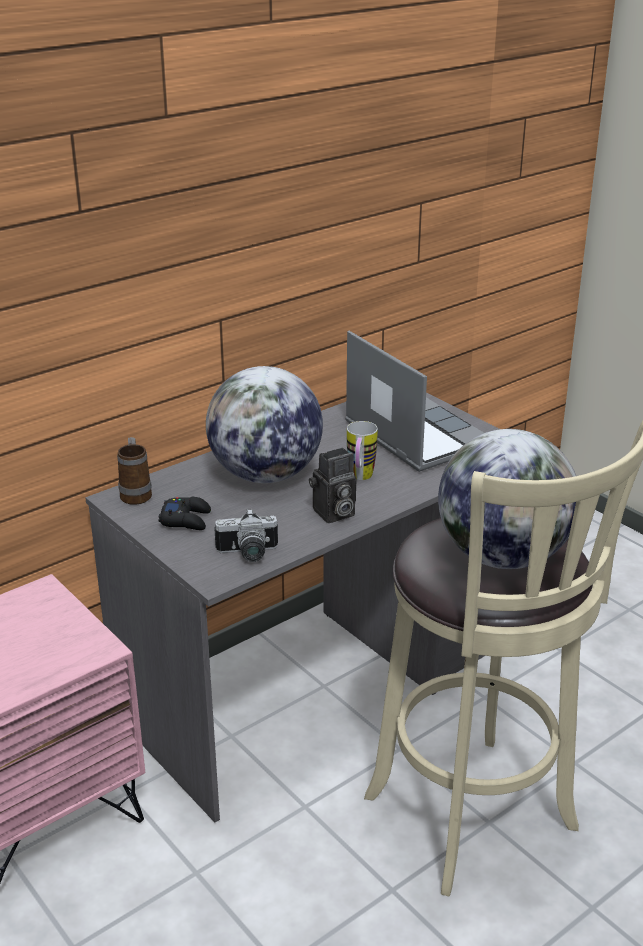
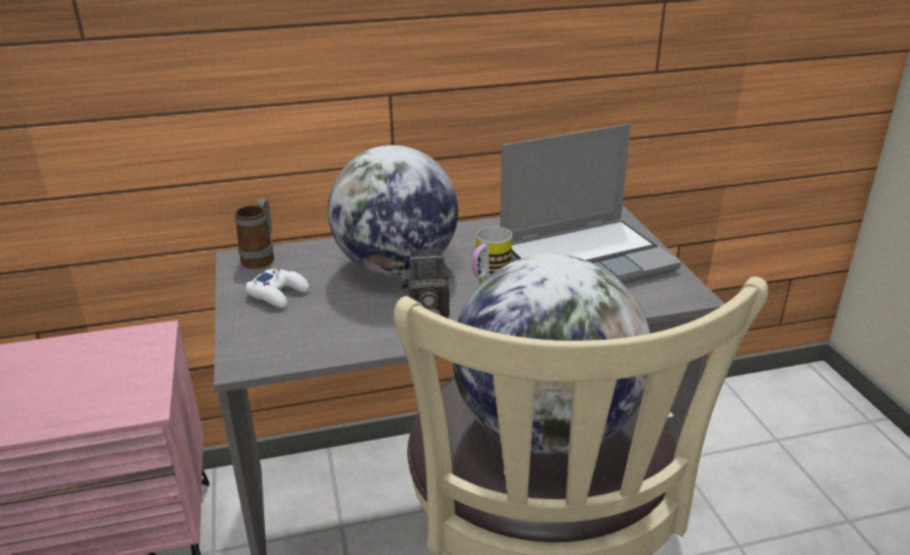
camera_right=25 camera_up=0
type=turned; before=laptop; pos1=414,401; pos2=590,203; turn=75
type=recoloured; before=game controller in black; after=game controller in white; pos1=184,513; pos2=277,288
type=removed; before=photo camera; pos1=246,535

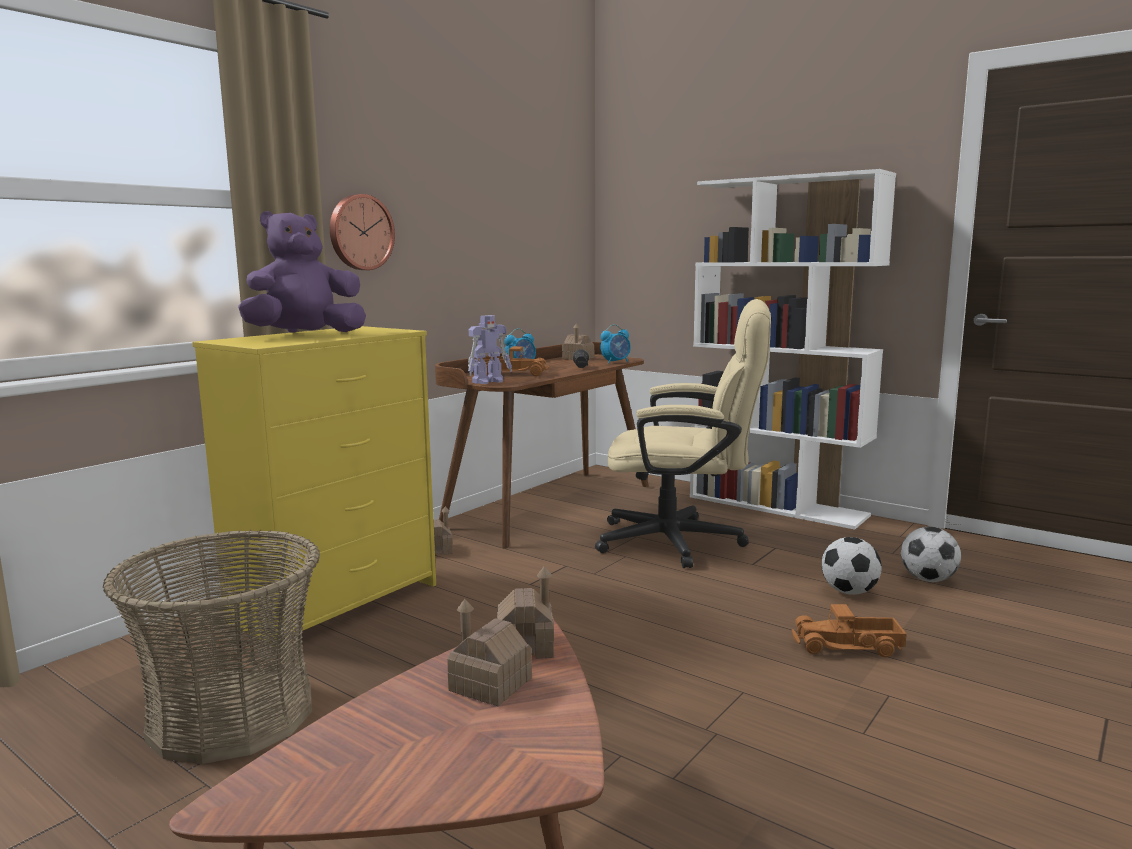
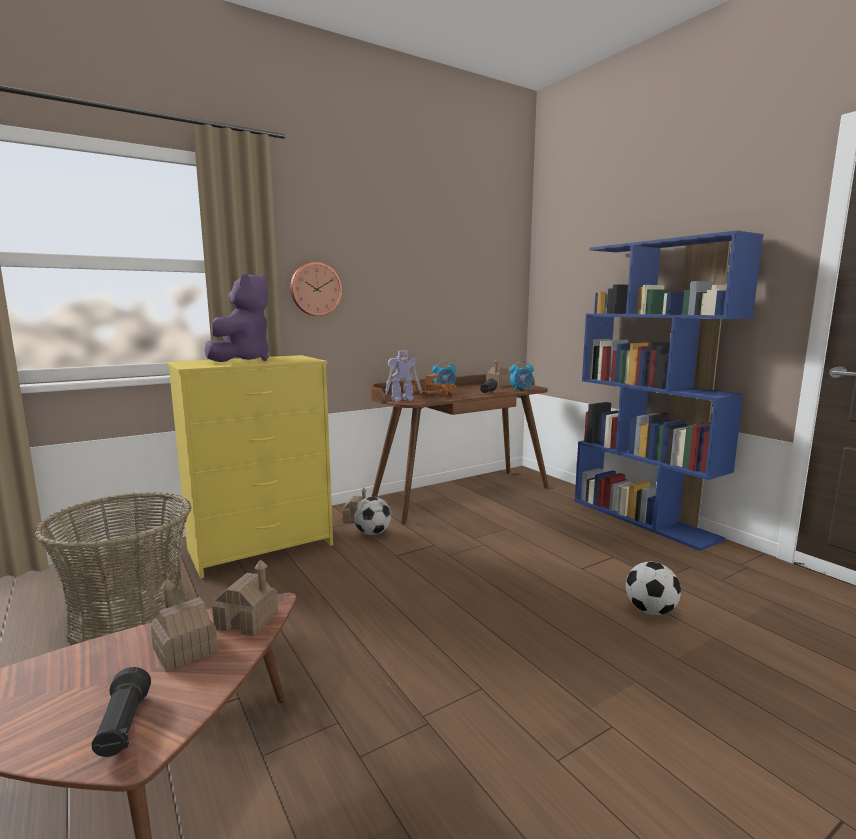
camera_right=20 camera_up=0
type=recoloured; before=bookcase in white; after=bookcase in blue; pos1=793,349; pos2=669,390
type=turned; before=plush toy in purple; pos1=302,272; pos2=236,318; turn=120
type=removed; before=office chair in beige; pos1=683,433
type=moved; before=football; pos1=931,554; pos2=372,516
type=removed; before=toy truck; pos1=849,630
type=added; after=flashlight in black; pos2=121,712

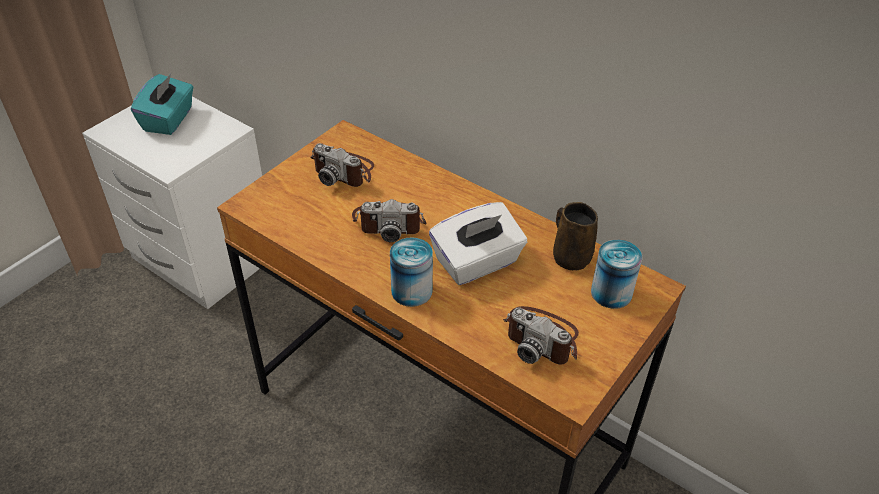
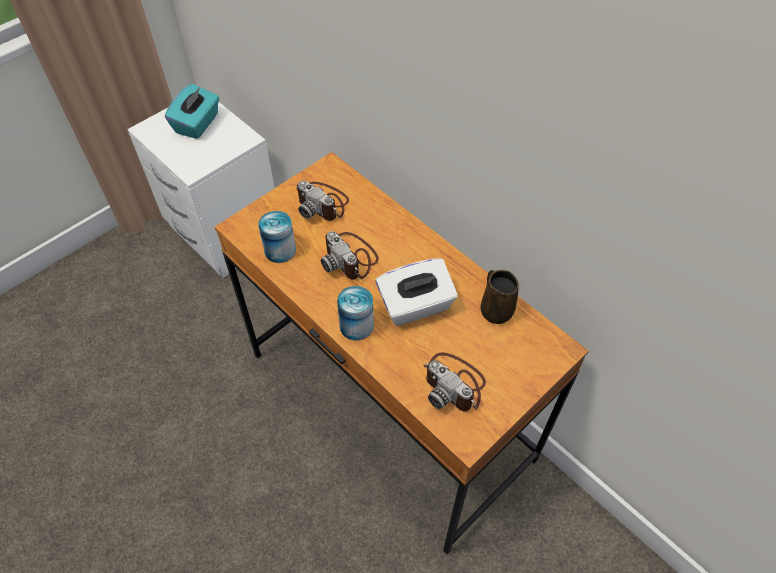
camera_right=10 camera_up=10
type=turned; before=photo camera; pos1=389,220; pos2=350,255; turn=45
type=moved; before=can; pos1=616,274; pos2=277,237

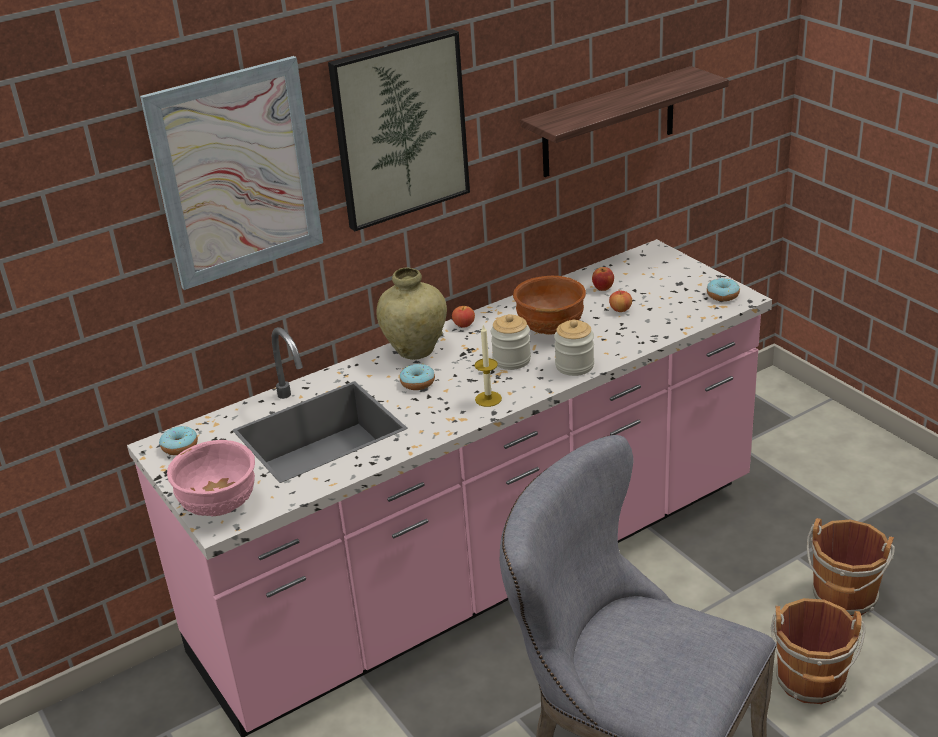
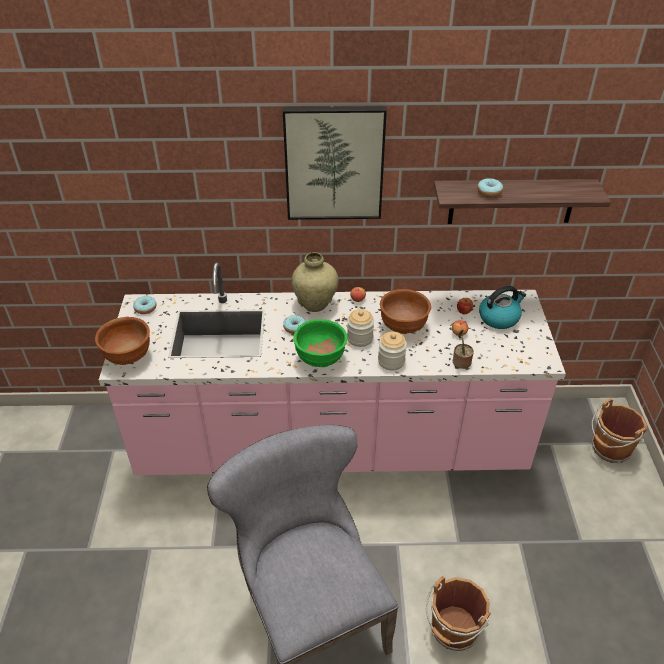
camera_right=30 camera_up=10
type=removed; before=picture; pos1=231,173
type=moved; before=donut; pos1=723,289; pos2=490,187
type=replaced; before=candle; after=bowl in green; pos1=488,365; pos2=320,343
type=recoloured; before=bowl in pink; after=bowl in brown; pos1=211,478; pos2=122,341
type=moved; before=bucket in brown; pos1=851,567; pos2=619,430
type=added; after=kettle; pos2=502,307
type=added; after=potted plant; pos2=463,349

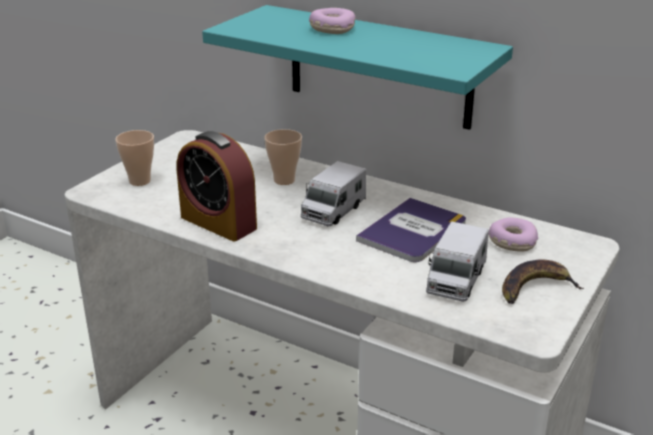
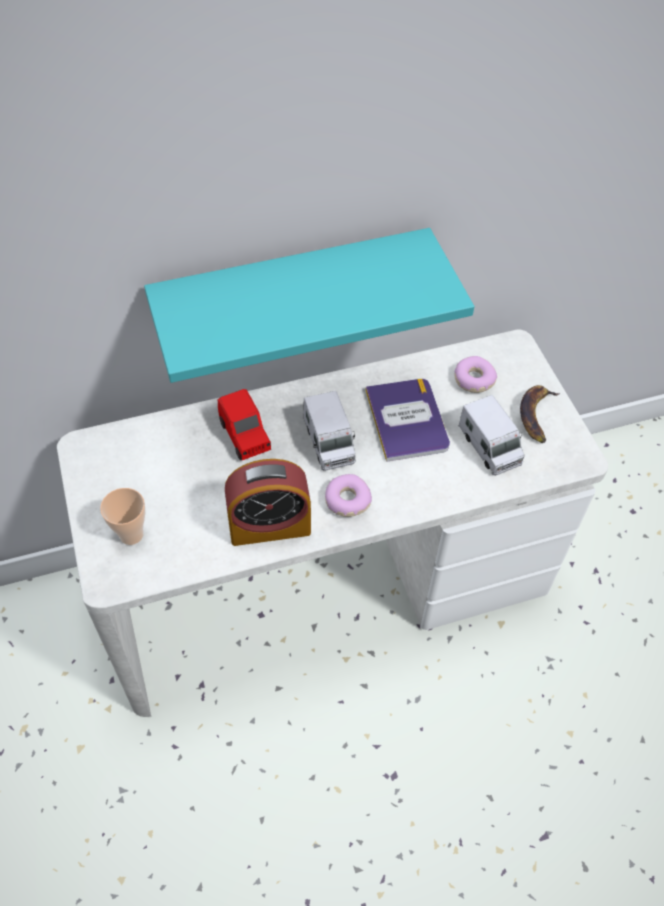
camera_right=-50 camera_up=25
type=moved; before=donut; pos1=332,21; pos2=348,495
type=replaced; before=cup; after=toy car in red; pos1=283,157; pos2=244,424

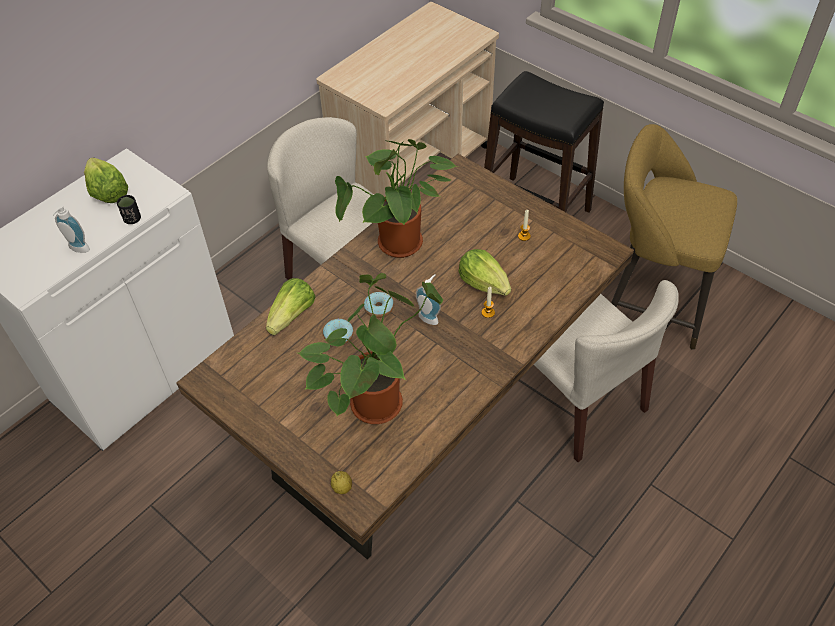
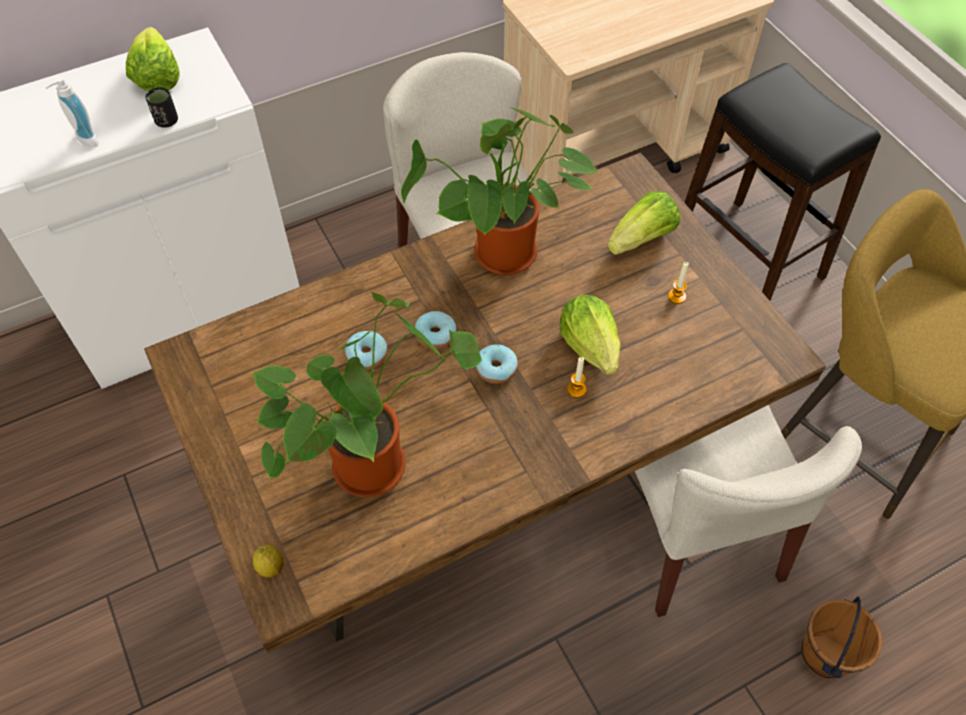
camera_right=20 camera_up=5
type=replaced; before=soap dispenser; after=donut; pos1=428,299; pos2=496,364
type=moved; before=lettuce; pos1=290,306; pos2=644,223
type=added; after=bucket in brown; pos2=841,637

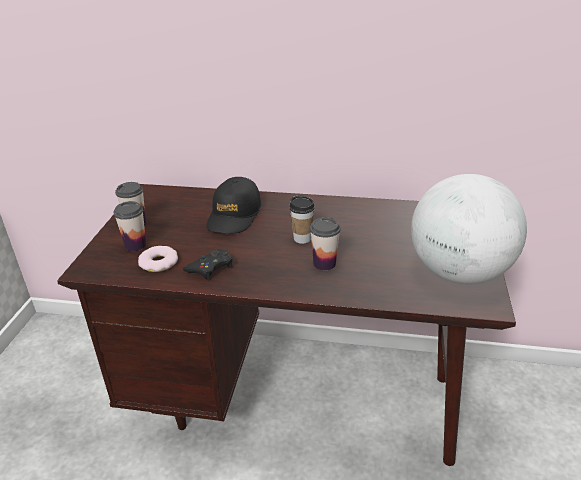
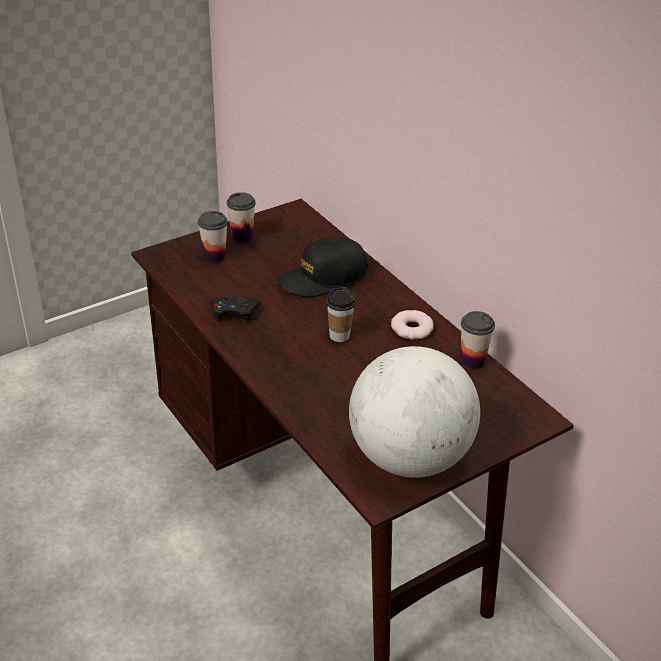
camera_right=45 camera_up=5
type=moved; before=cup; pos1=325,244; pos2=477,340
type=moved; before=donut; pos1=158,259; pos2=412,325

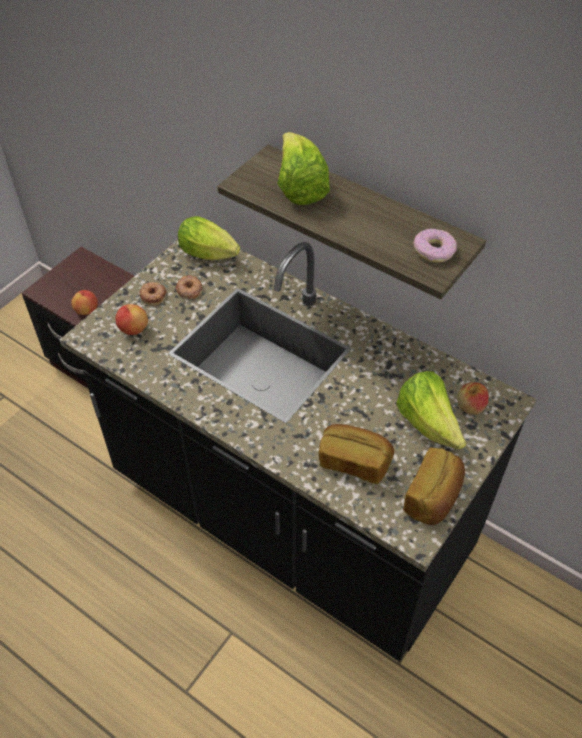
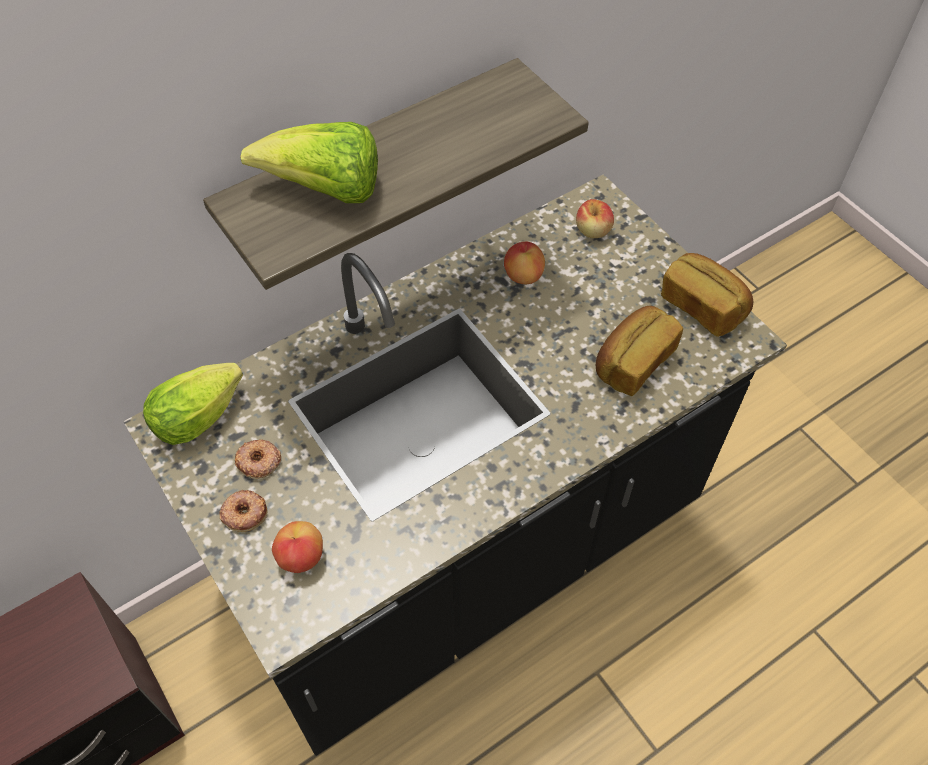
camera_right=-70 camera_up=5
type=removed; before=donut; pos1=435,245
type=moved; before=apple; pos1=84,302; pos2=524,263
type=removed; before=lettuce; pos1=431,410

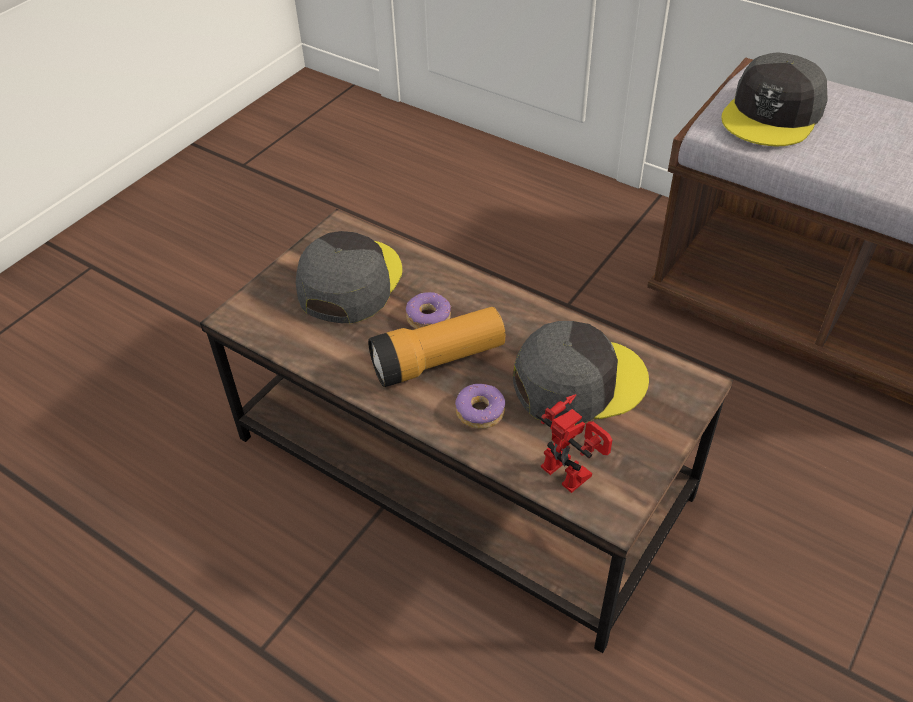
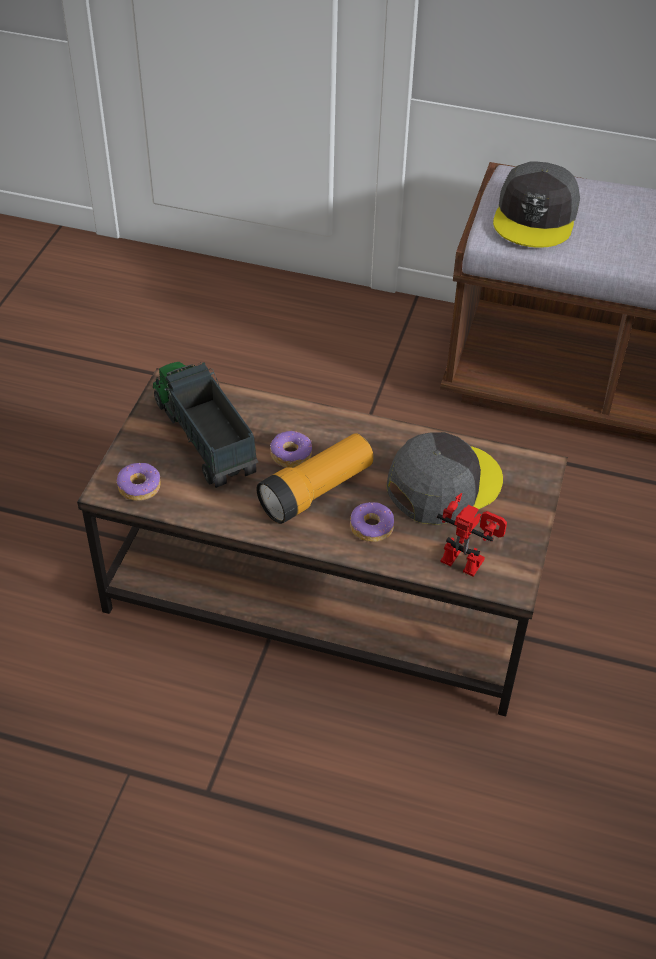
camera_right=-20 camera_up=0
type=replaced; before=cap in grey; after=toy truck; pos1=349,277; pos2=205,425
type=added; after=donut; pos2=139,482

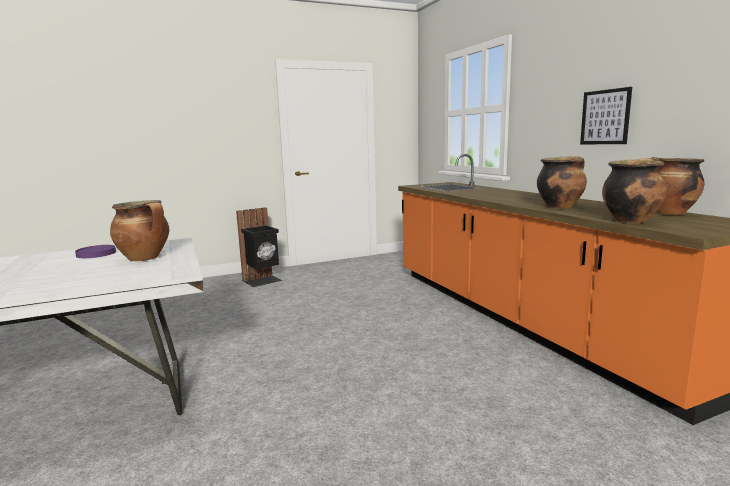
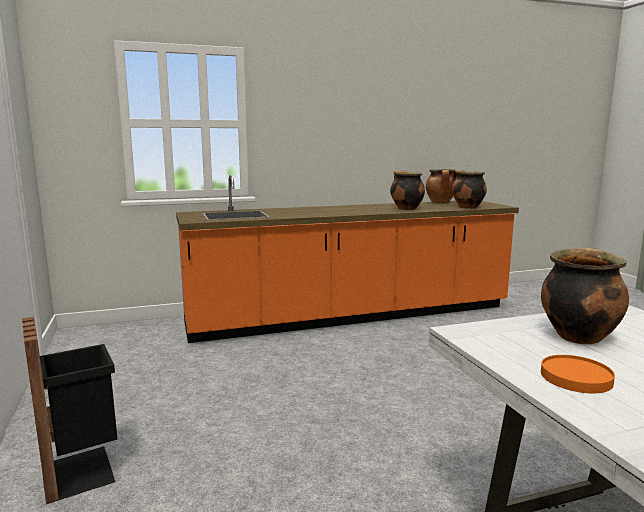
camera_right=-85 camera_up=0
type=removed; before=picture; pos1=606,115
type=recoloured; before=plate in purple; after=plate in orange; pos1=95,251; pos2=578,374

